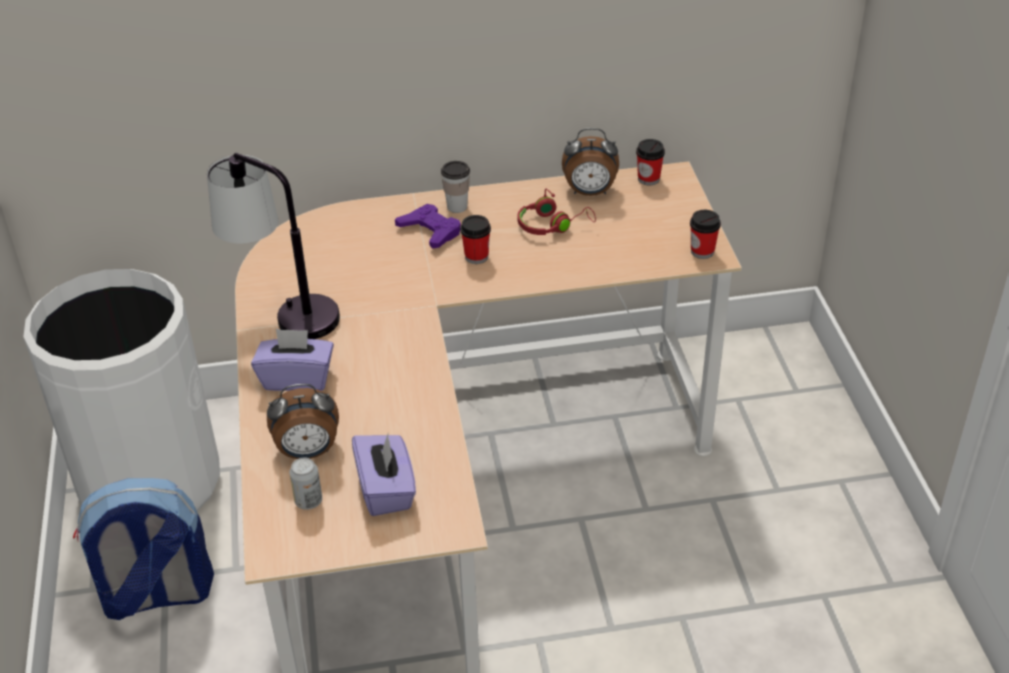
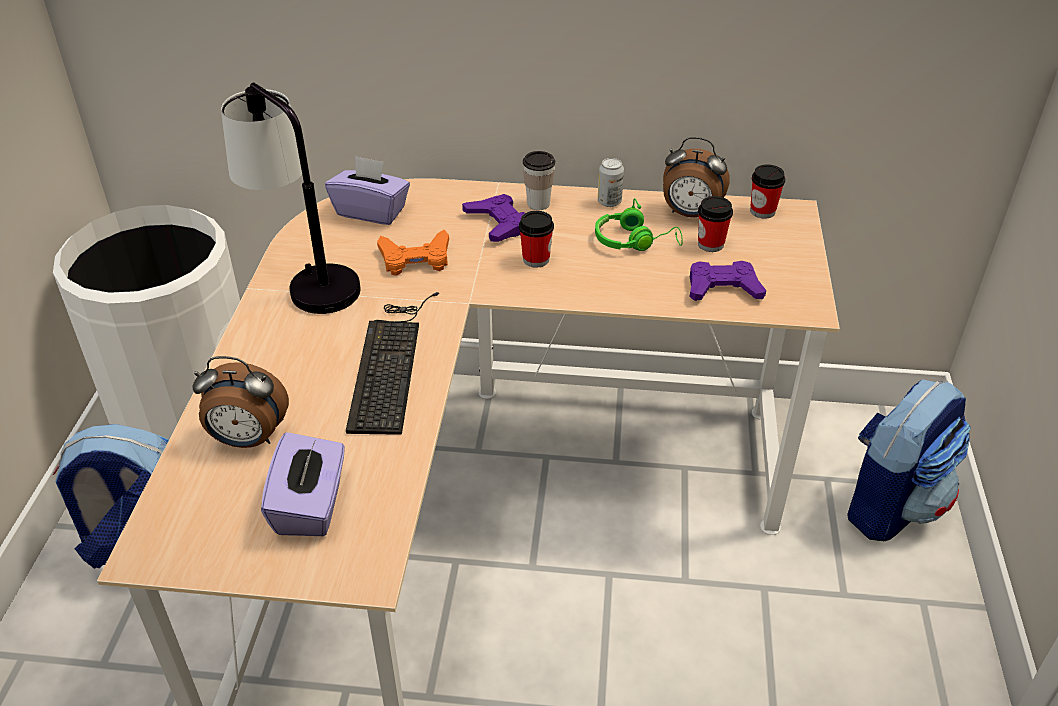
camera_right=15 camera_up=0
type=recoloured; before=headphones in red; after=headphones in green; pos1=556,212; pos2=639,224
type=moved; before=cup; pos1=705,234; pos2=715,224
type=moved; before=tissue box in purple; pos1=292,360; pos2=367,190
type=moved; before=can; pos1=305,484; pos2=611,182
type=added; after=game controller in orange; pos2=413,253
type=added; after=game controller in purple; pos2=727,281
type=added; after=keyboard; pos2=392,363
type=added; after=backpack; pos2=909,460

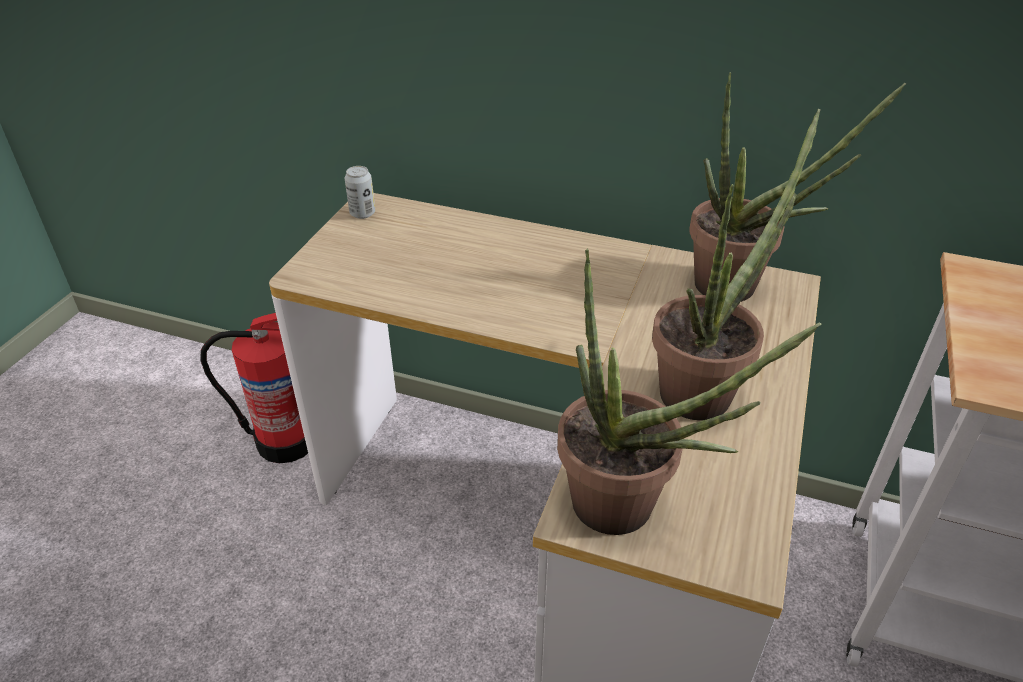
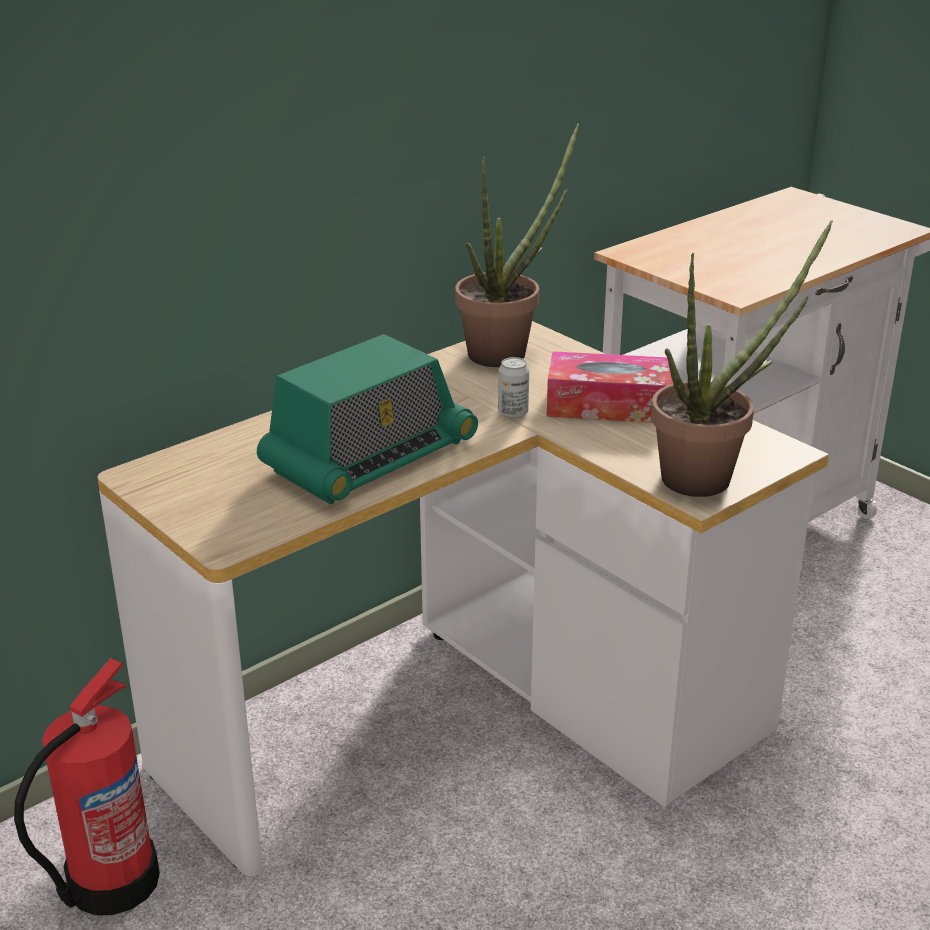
camera_right=-60 camera_up=-10
type=replaced; before=potted plant; after=tissue box; pos1=736,264; pos2=610,387
type=moved; before=can; pos1=360,192; pos2=513,388
type=added; after=radio; pos2=367,419

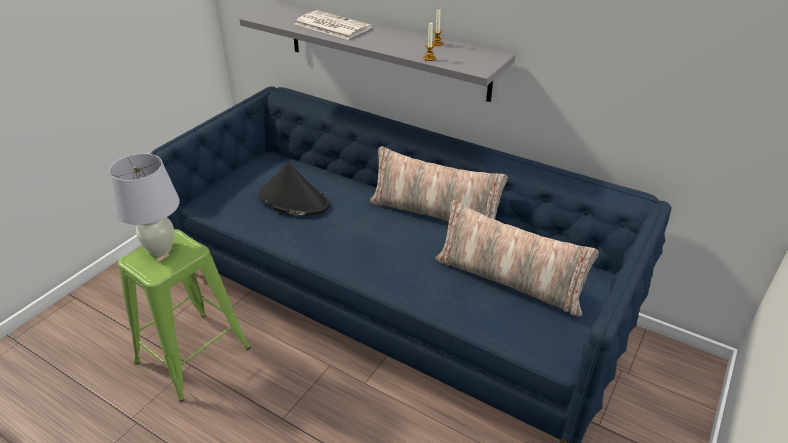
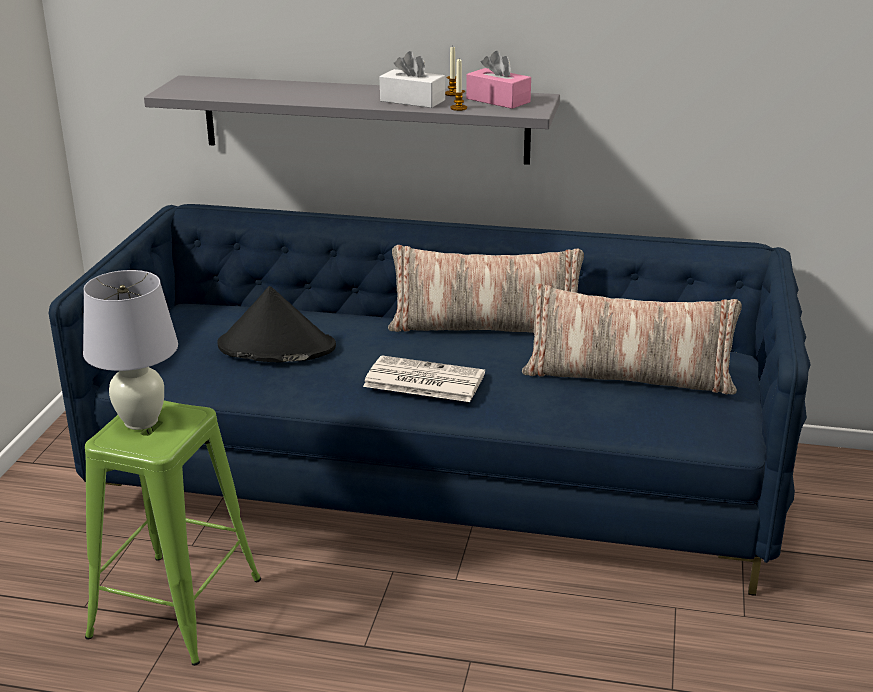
camera_right=-20 camera_up=-10
type=moved; before=newspaper; pos1=333,25; pos2=424,378
type=added; after=tissue box in white; pos2=412,79
type=added; after=tissue box in pink; pos2=498,80

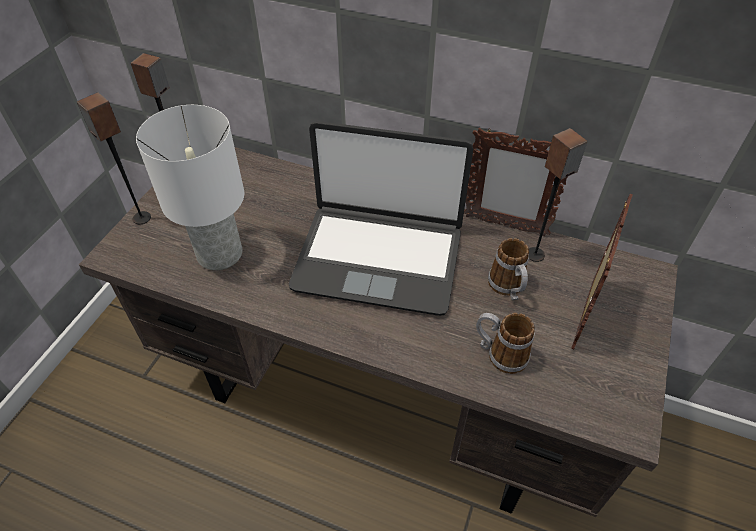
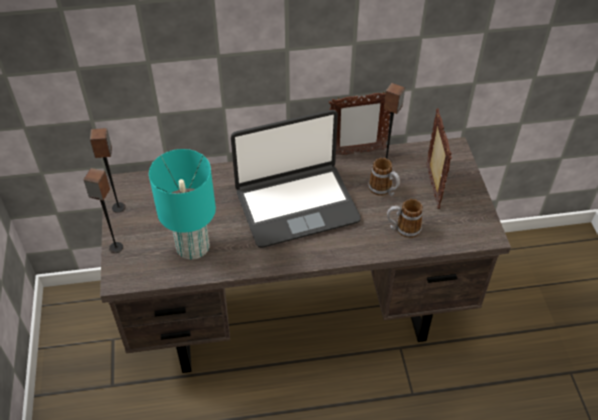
camera_right=-30 camera_up=0
type=recoloured; before=table lamp in white; after=table lamp in turquoise; pos1=190,187; pos2=182,204

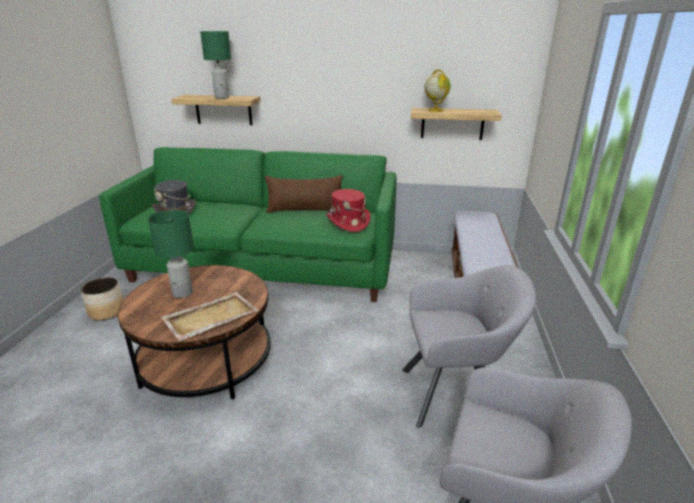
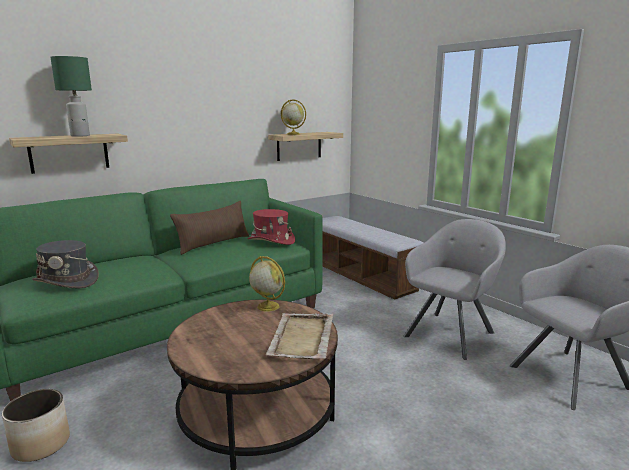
camera_right=-45 camera_up=-10
type=removed; before=table lamp in green; pos1=171,254
type=added; after=globe; pos2=267,284

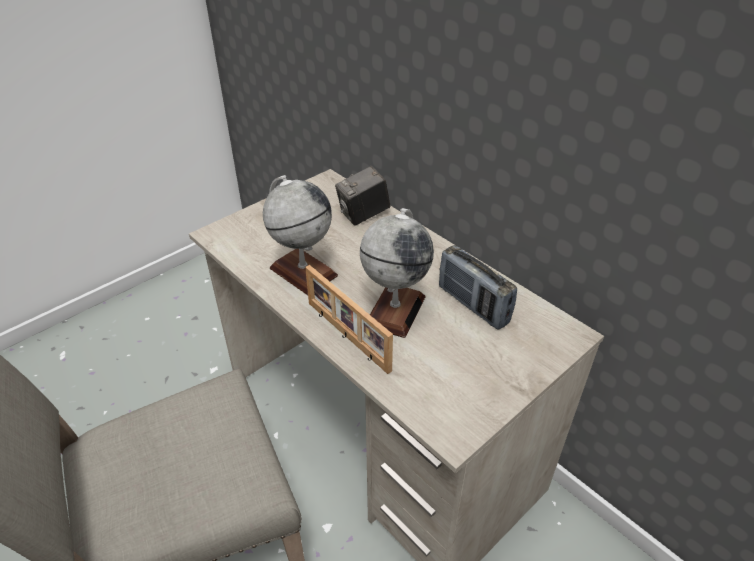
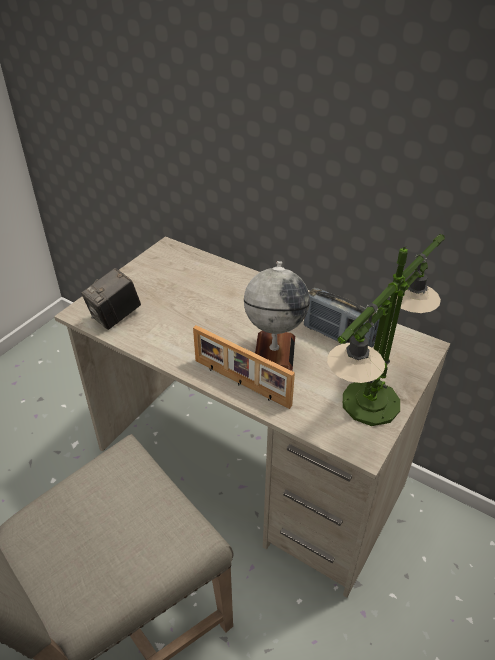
camera_right=-15 camera_up=0
type=moved; before=photo camera; pos1=362,196; pos2=111,299
type=removed; before=globe; pos1=300,235
type=added; after=table lamp; pos2=386,330

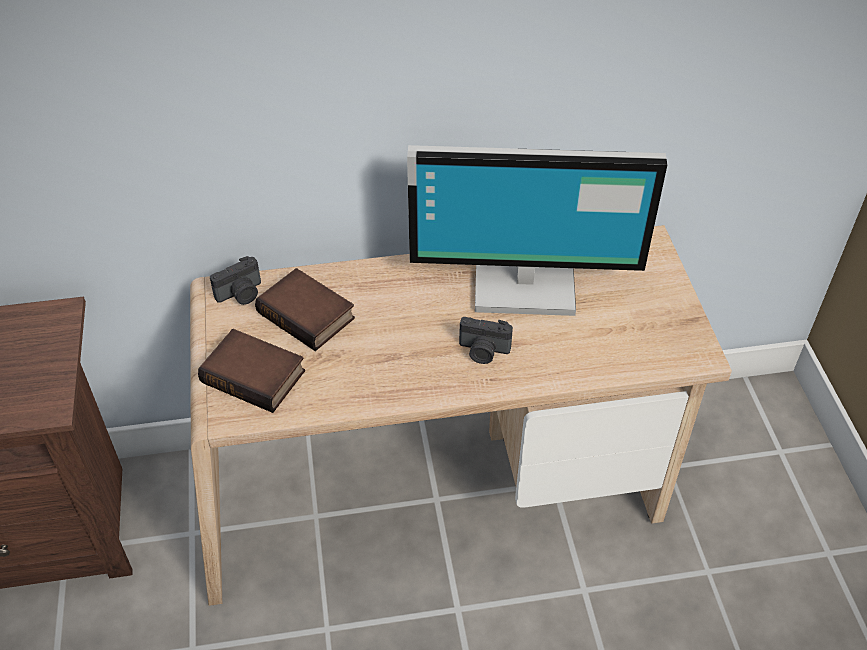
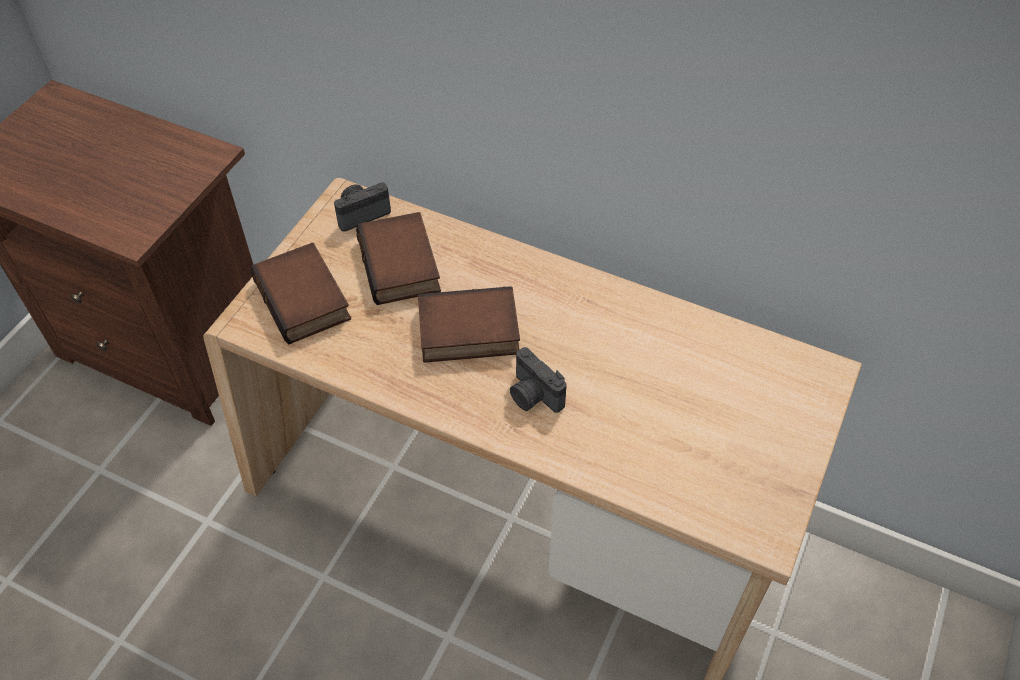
camera_right=35 camera_up=5
type=removed; before=monitor; pos1=537,230
type=turned; before=photo camera; pos1=235,280; pos2=362,207; turn=150
type=added; after=book; pos2=469,324

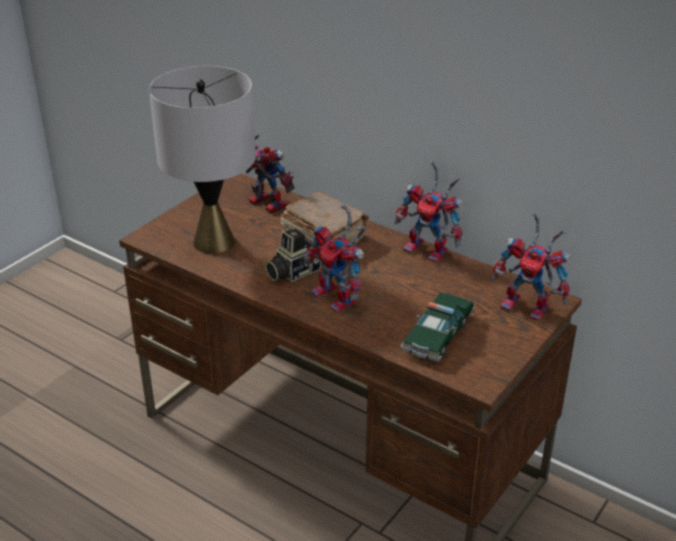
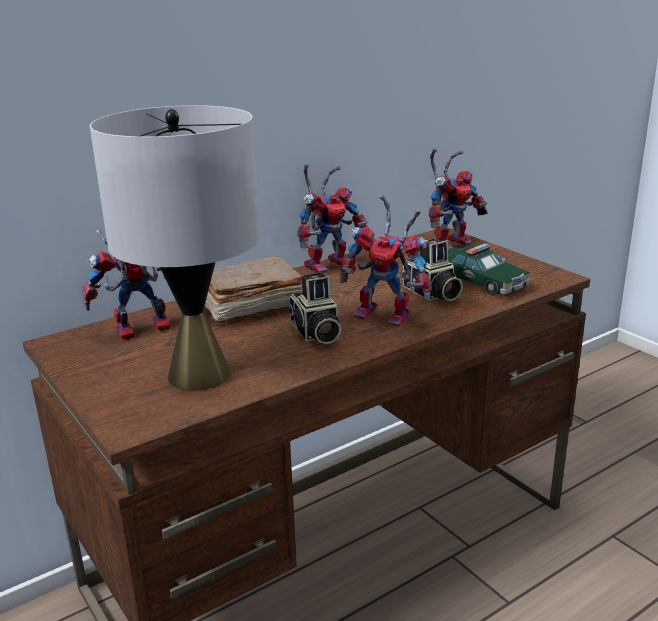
camera_right=-70 camera_up=-10
type=turned; before=toy robot; pos1=334,258; pos2=385,261; turn=45
type=added; after=photo camera; pos2=431,270

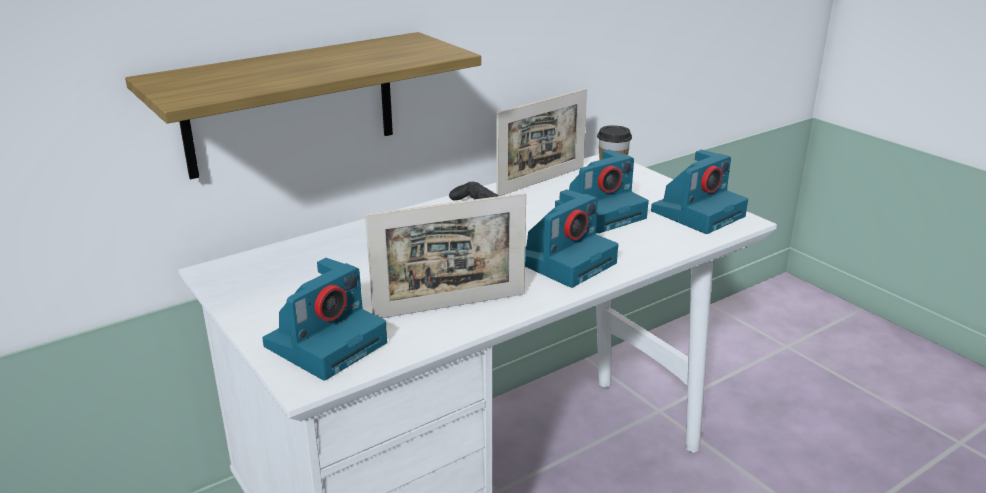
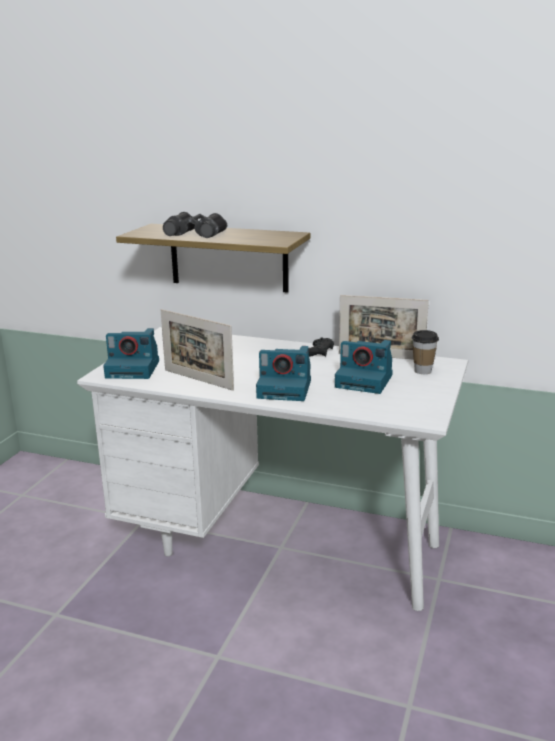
camera_right=55 camera_up=-5
type=removed; before=photo camera; pos1=699,192
type=added; after=binoculars in black; pos2=195,225

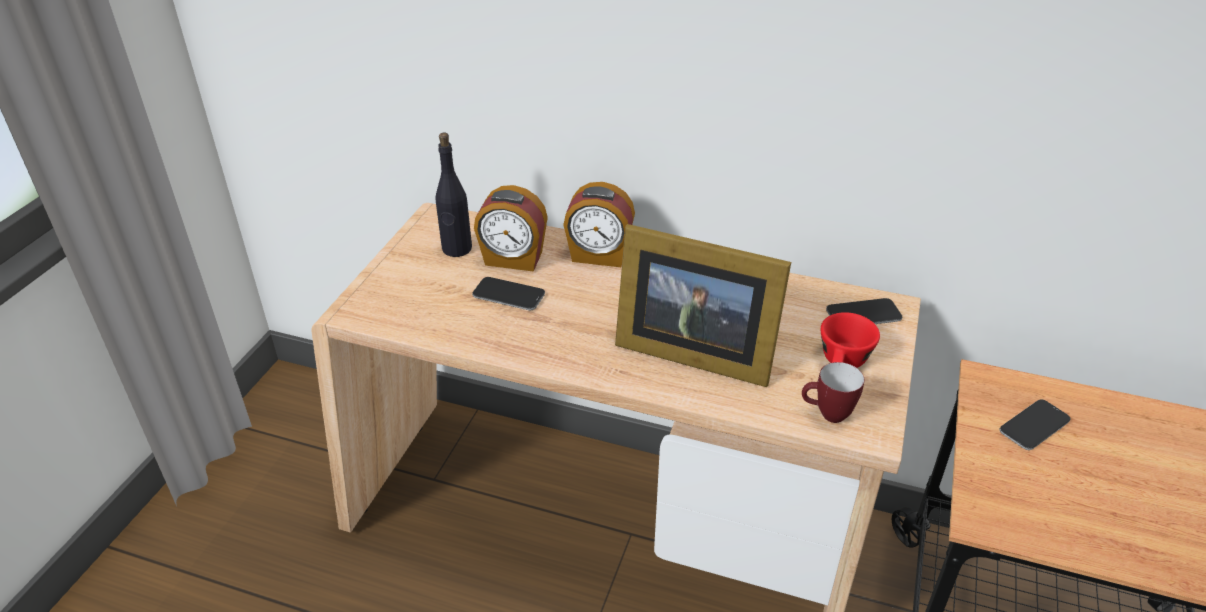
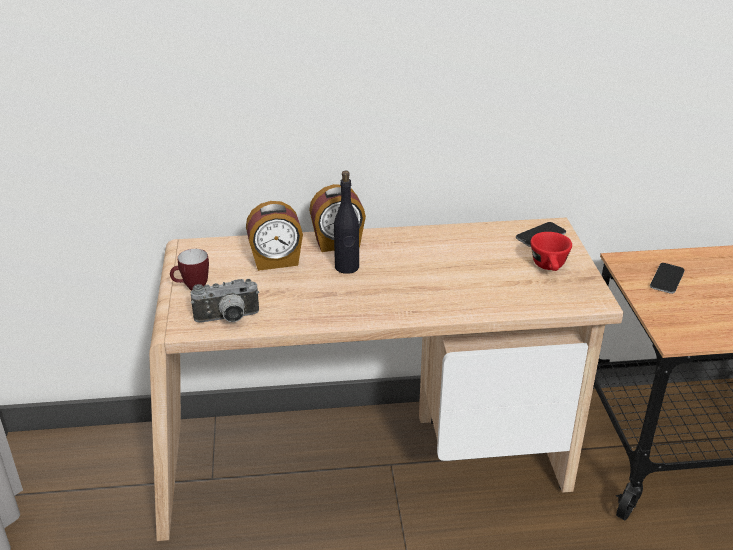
camera_right=-25 camera_up=-5
type=moved; before=bottle in black; pos1=454,195; pos2=346,222
type=removed; before=picture frame; pos1=703,305
type=removed; before=phone; pos1=508,293
type=moved; before=mug; pos1=833,392; pos2=189,270
type=added; after=photo camera; pos2=225,301

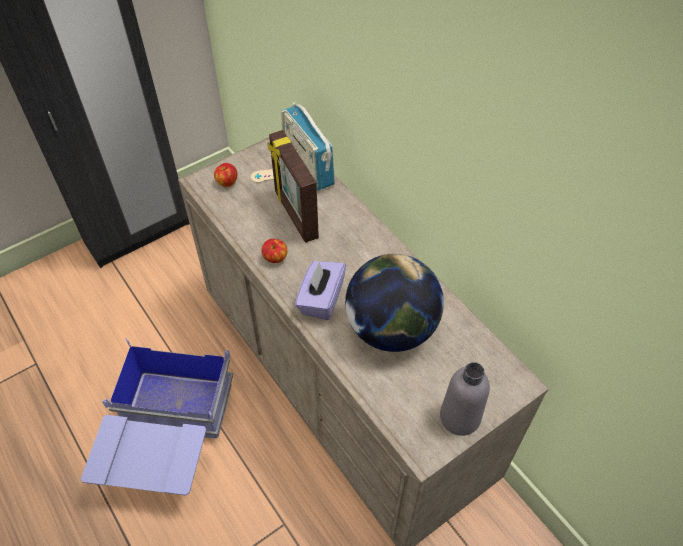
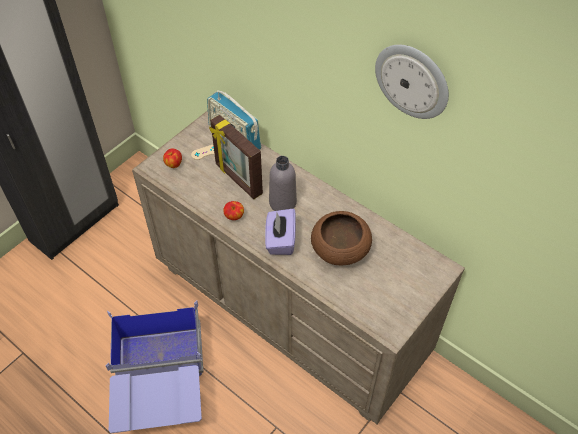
camera_right=-15 camera_up=0
type=replaced; before=globe; after=bowl in brown; pos1=394,303; pos2=341,238
type=moved; before=bottle in grey; pos1=465,399; pos2=283,183
type=added; after=wall clock; pos2=412,82

